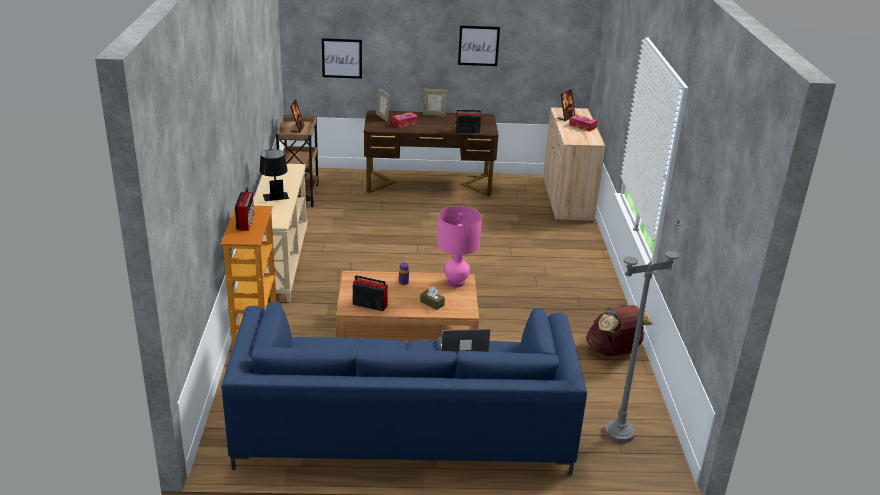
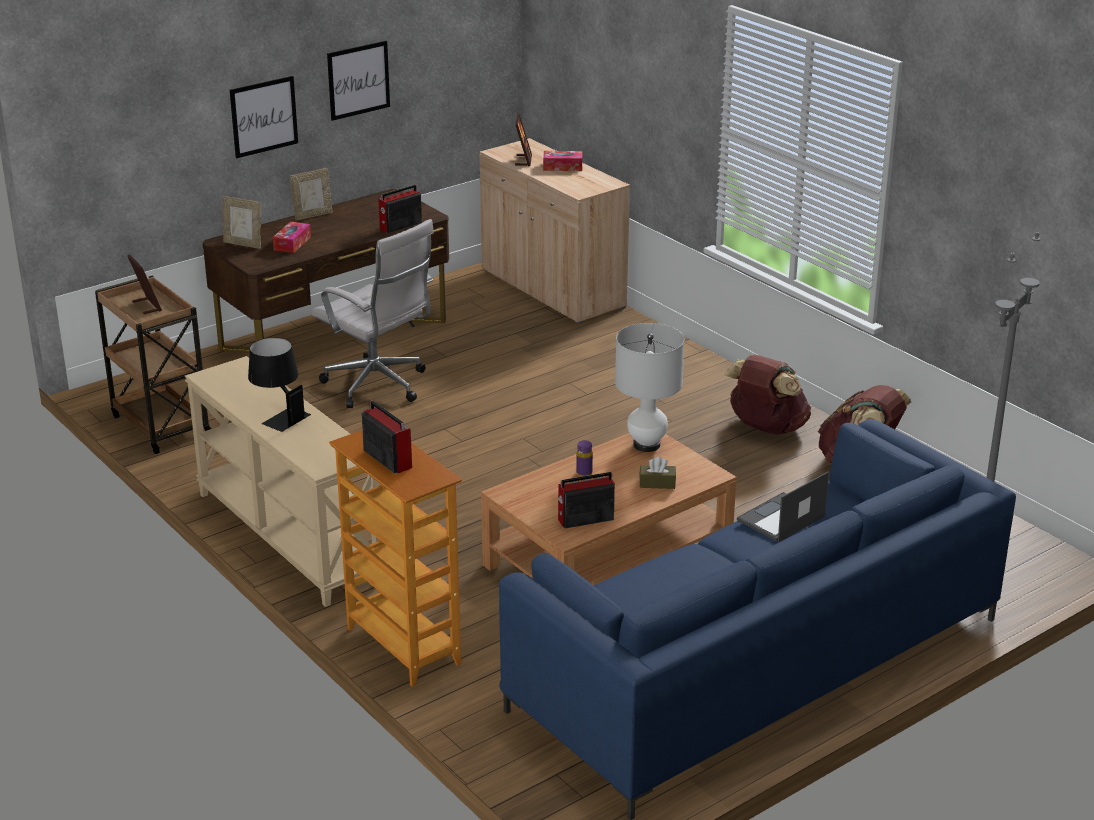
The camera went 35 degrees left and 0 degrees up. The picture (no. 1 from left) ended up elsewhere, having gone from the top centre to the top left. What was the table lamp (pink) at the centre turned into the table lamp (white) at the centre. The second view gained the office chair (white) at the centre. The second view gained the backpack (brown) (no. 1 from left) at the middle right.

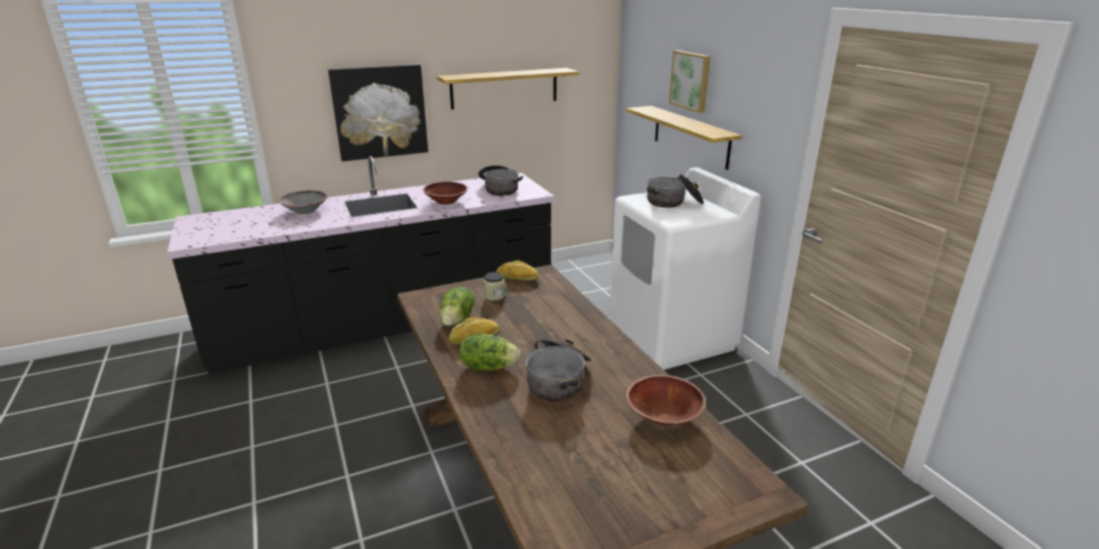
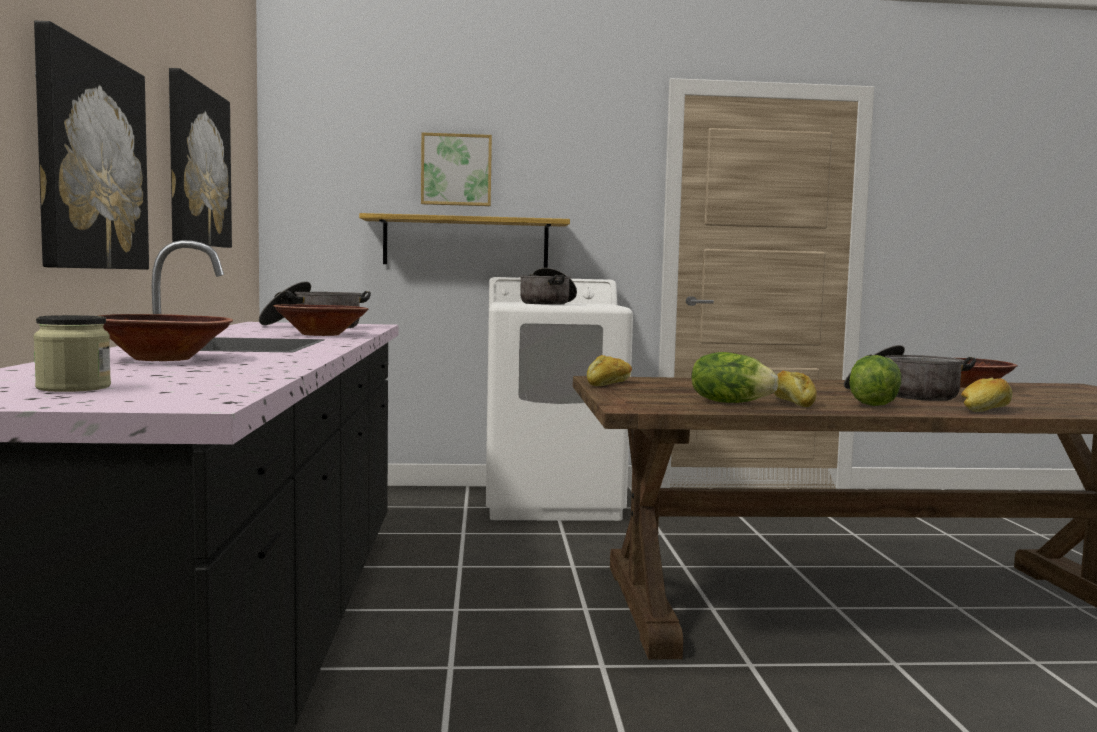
The camera went 70 degrees left and 20 degrees down. What was the bowl (grey) at the middle left turned into the bowl (brown) (no. 1 from left) at the middle left. Where the shelf (no. 1 from left) hung at the top centre, the picture (no. 2 from left) came to hang at the top left. The jar ended up elsewhere, having gone from the centre to the middle left. The second view gained the bread (no. 3 from left) at the middle right.

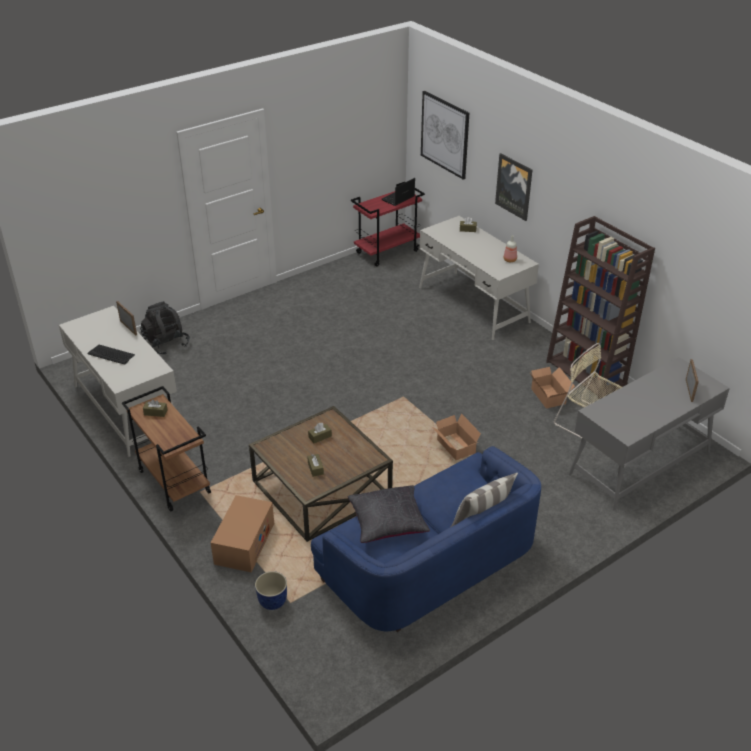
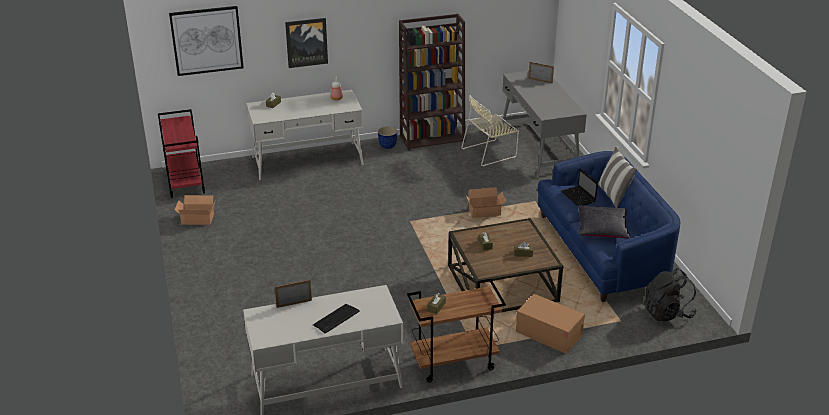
The camera went 70 degrees left and 5 degrees down. The backpack (black) ended up elsewhere, having gone from the middle left to the bottom right. The planter ended up elsewhere, having gone from the bottom centre to the top centre. The laptop ended up elsewhere, having gone from the top centre to the middle right. The cardboard box (no. 3 from left in the first image) ended up elsewhere, having gone from the middle right to the middle left.

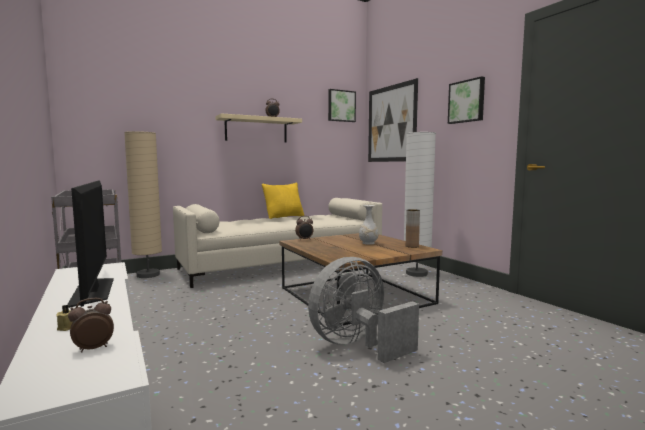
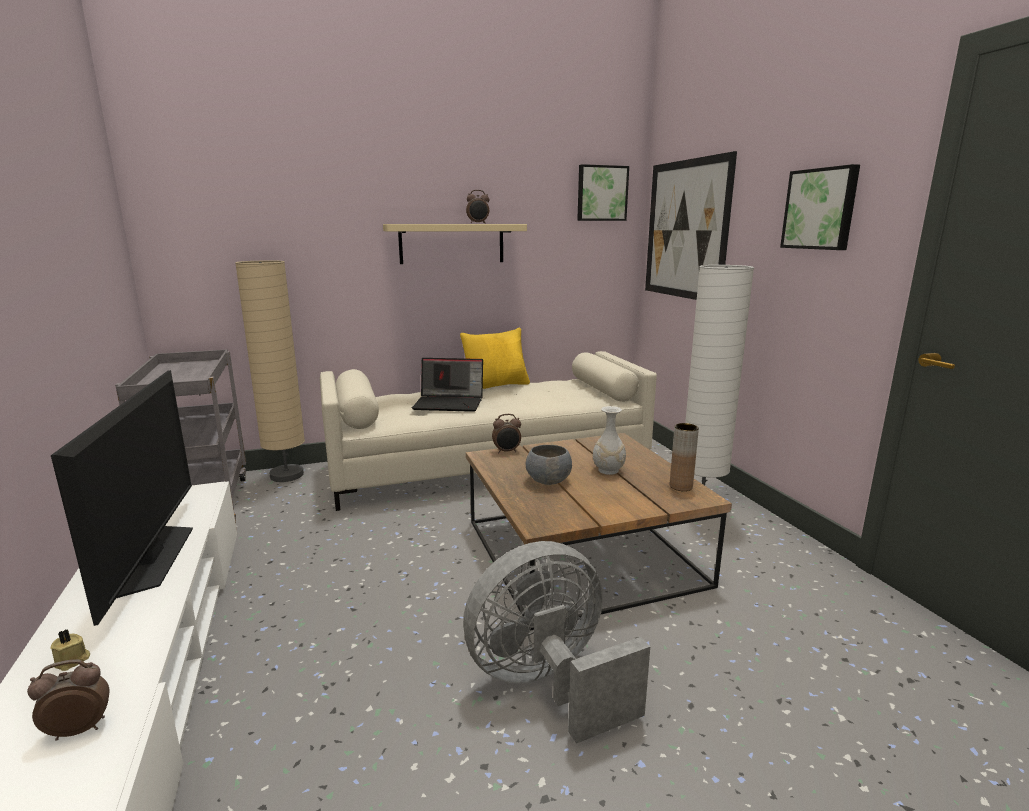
The camera went 10 degrees right and 10 degrees up. The second view gained the laptop at the centre. The second view gained the bowl (grey) at the centre.

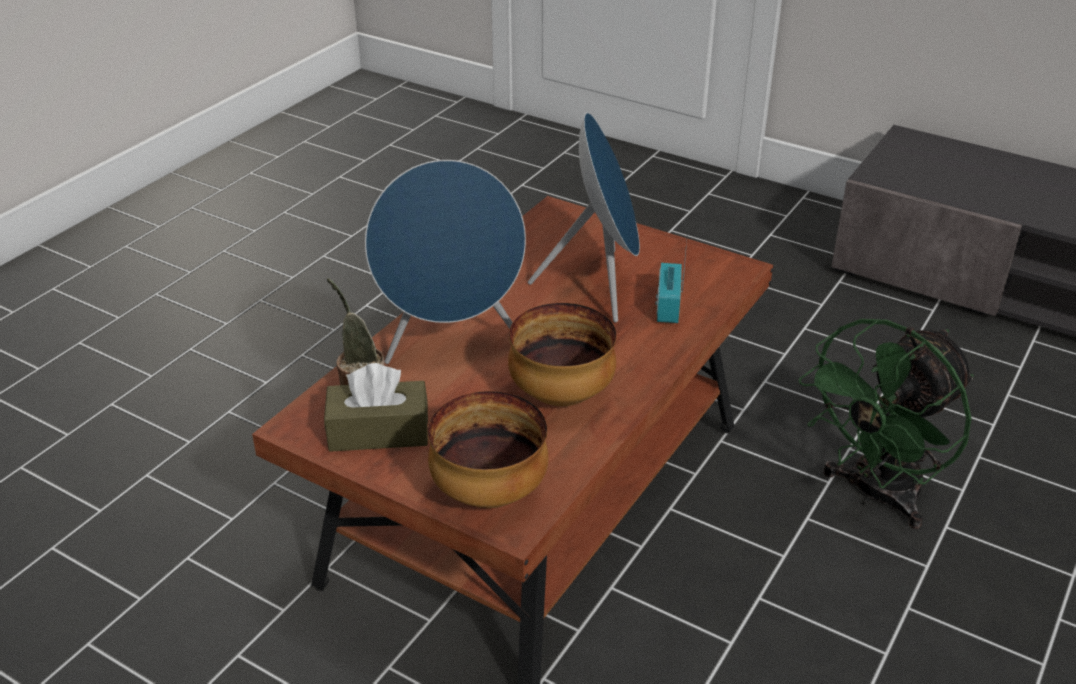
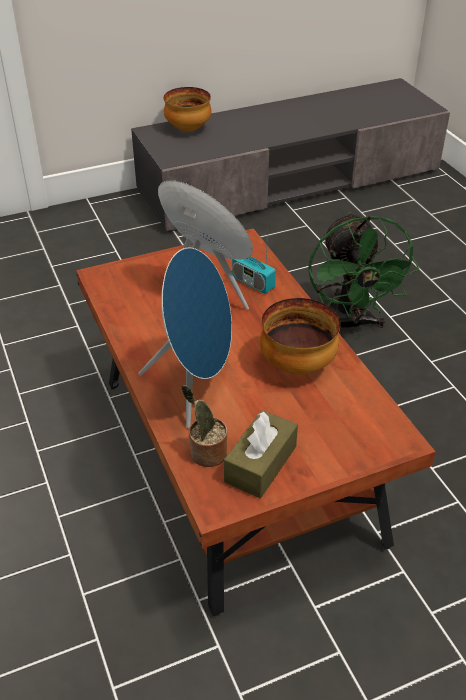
The camera went 55 degrees left and 5 degrees up. The bowl (no. 1 from left) ended up elsewhere, having gone from the centre to the top centre.

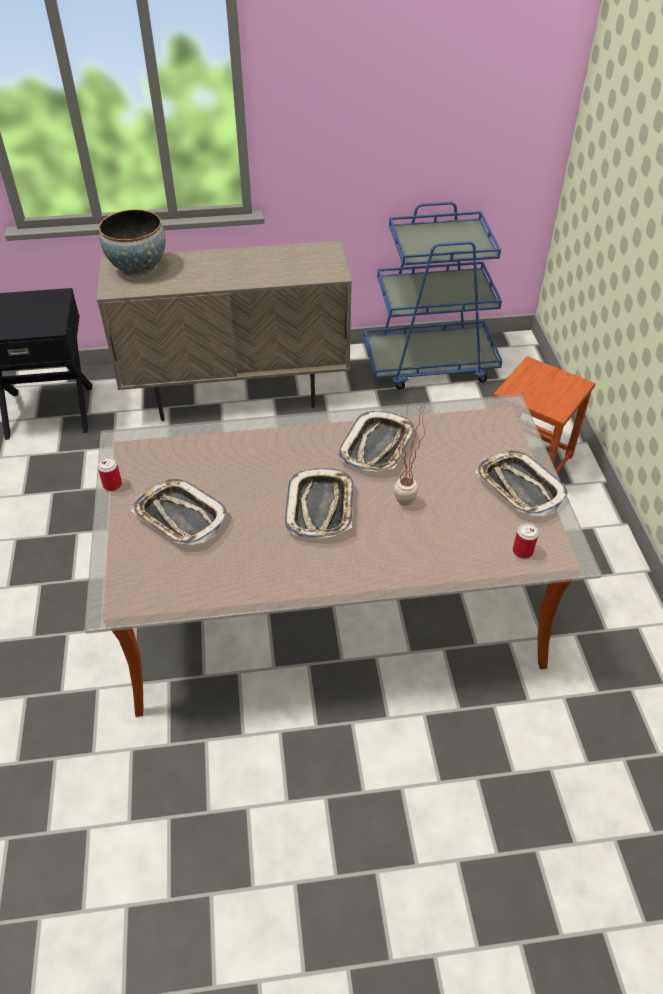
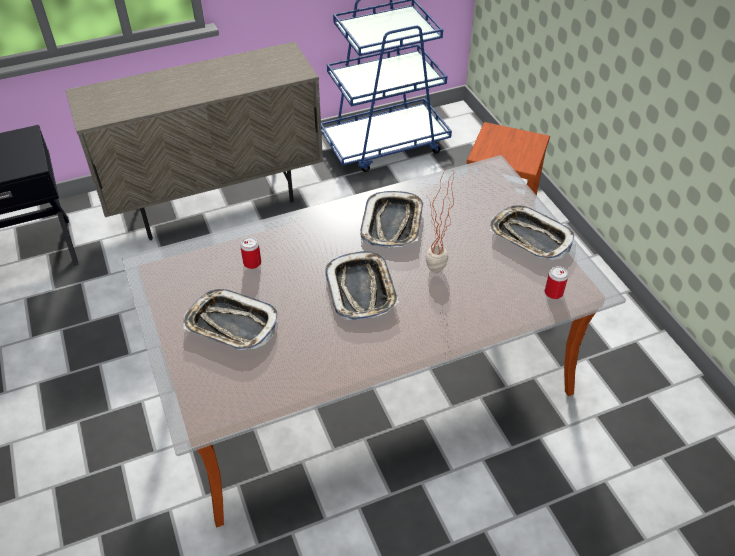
The camera went 15 degrees left and 0 degrees up. The can (no. 1 from left) ended up elsewhere, having gone from the middle left to the centre. The second view lost the bowl at the top left.

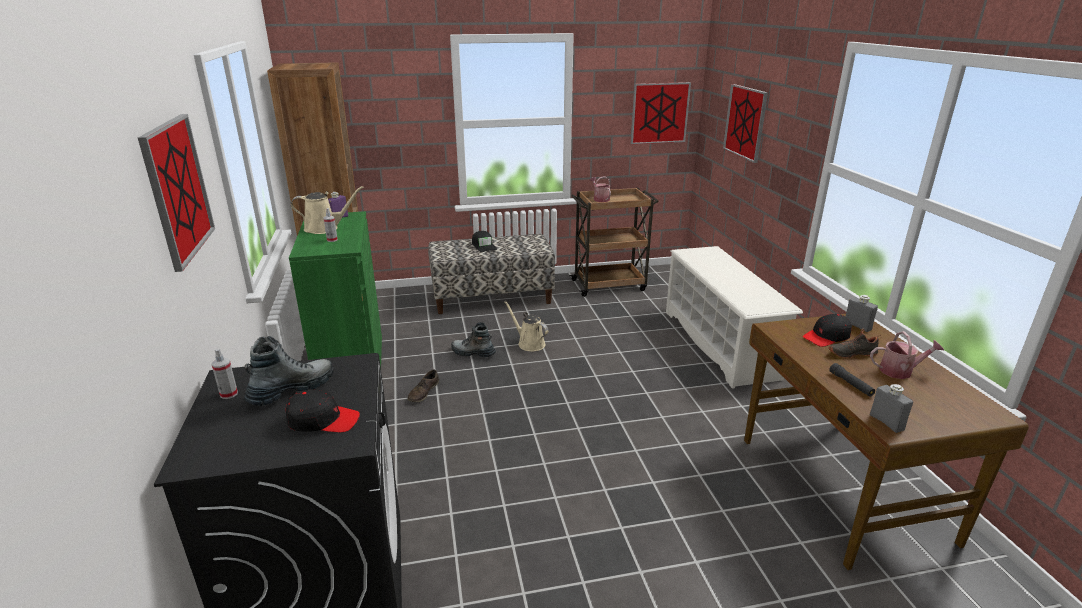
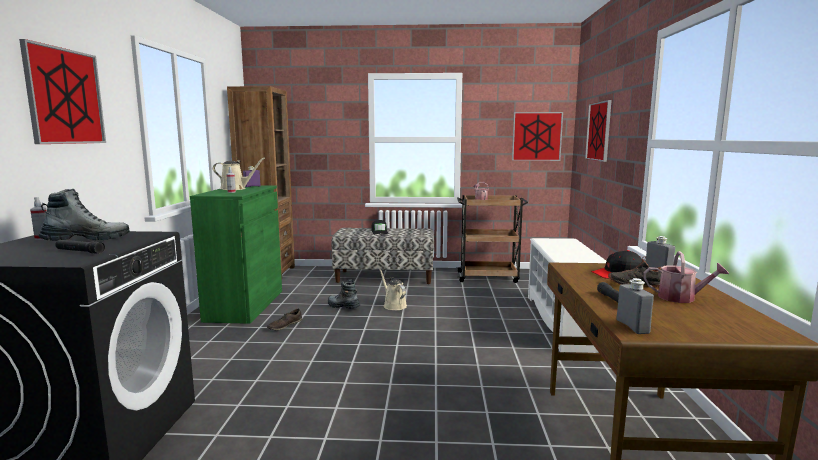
The camera went 15 degrees right and 15 degrees down. Where the cap (black) (no. 1 from left) stood at the bottom left, the flashlight (black) (no. 1 from left) came to stand at the middle left.

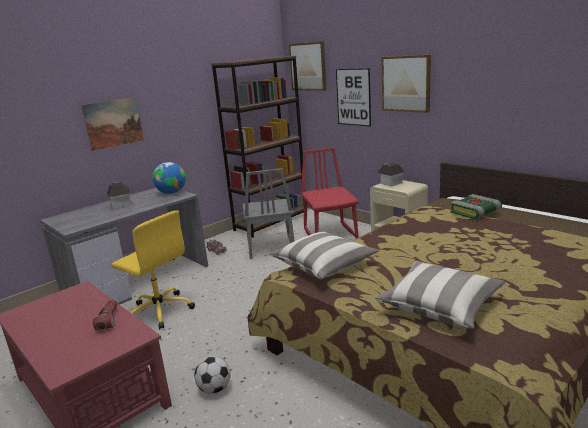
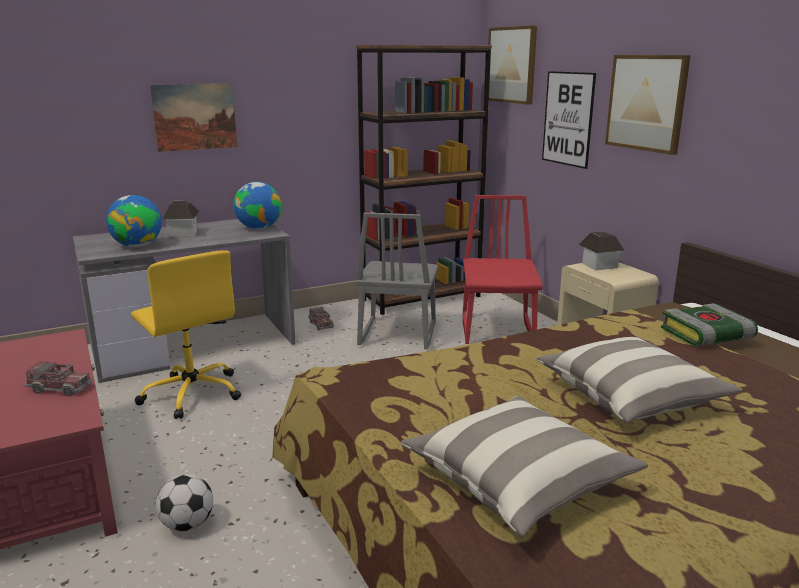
The camera went 15 degrees right and 0 degrees up. Where the flashlight stood at the bottom left, the toy truck (no. 1 from left) came to stand at the middle left. The pillow (no. 1 from left in the first image) ended up elsewhere, having gone from the centre to the middle right. The second view gained the globe (no. 1 from left) at the middle left.

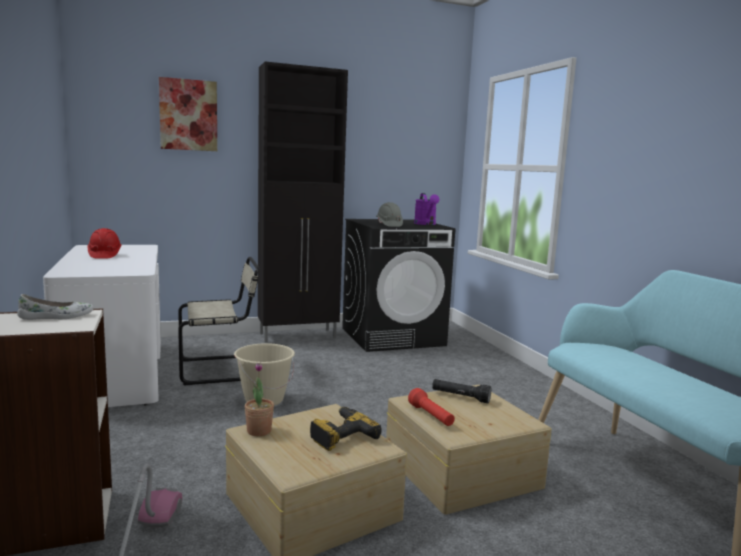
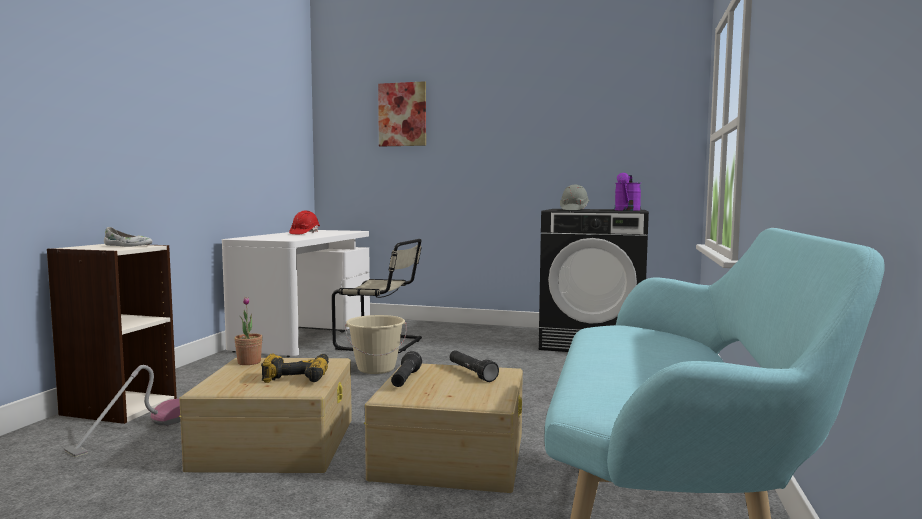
The camera went 35 degrees right and 5 degrees down. The second view lost the cabinet (black) at the centre. What was the flashlight (red) at the bottom centre turned into the flashlight (black) (no. 1 from left) at the bottom centre.

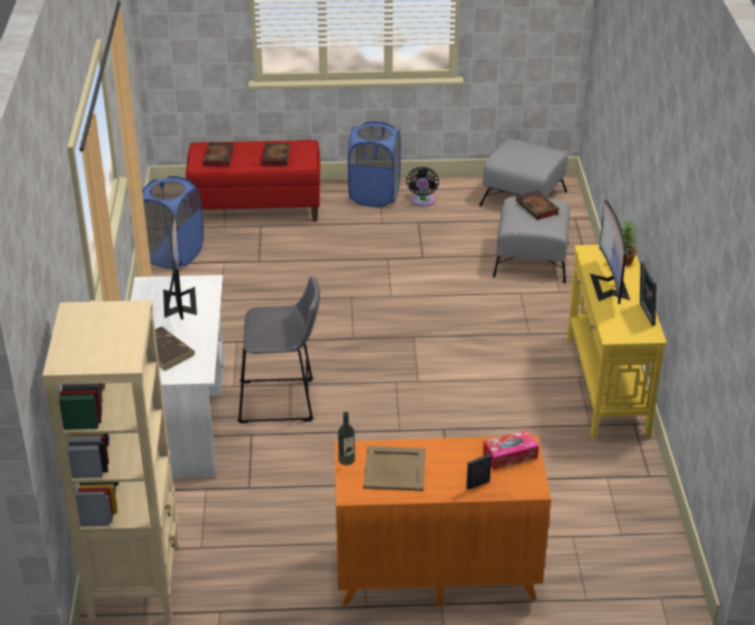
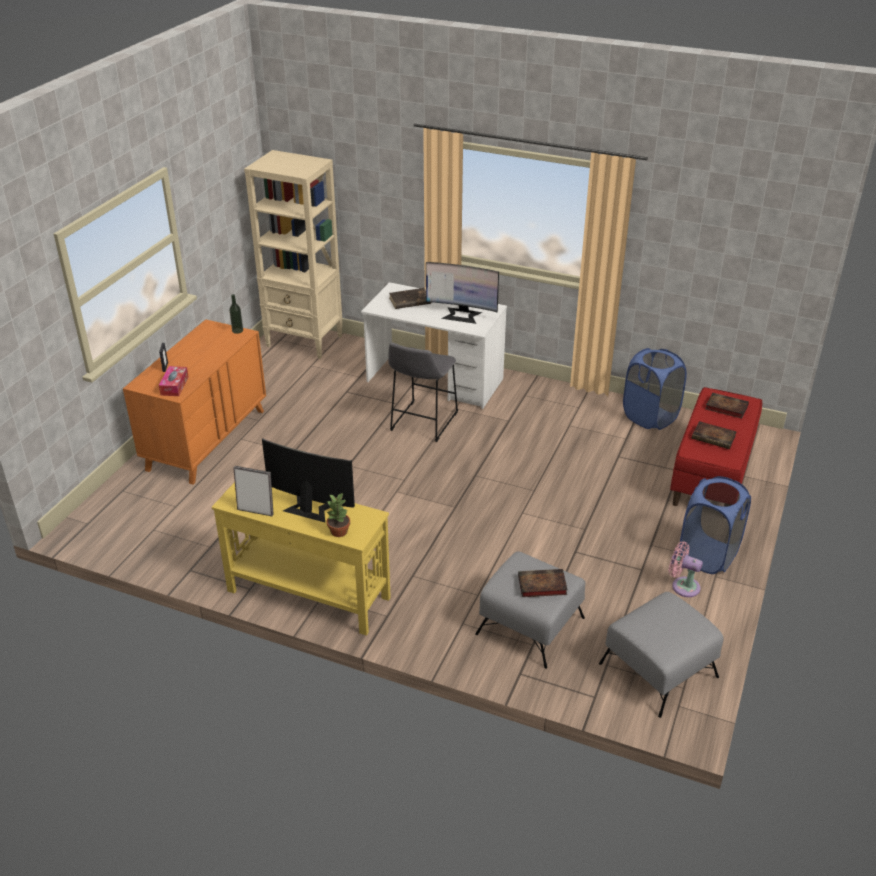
The camera went 115 degrees right and 0 degrees up. The second view lost the tray (beige) at the bottom centre. What was the fan (black) at the top centre turned into the fan (pink) at the middle right.

